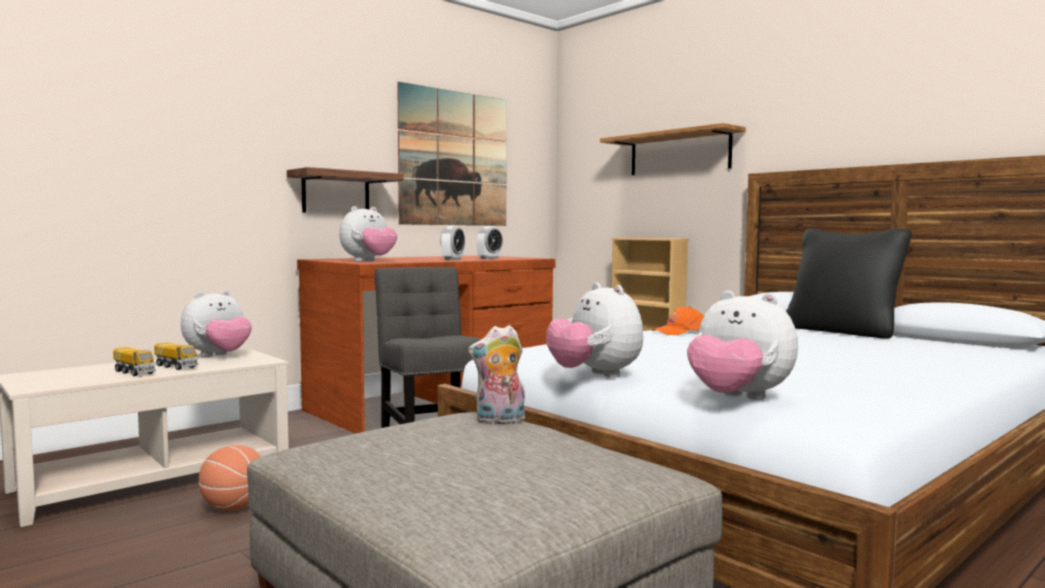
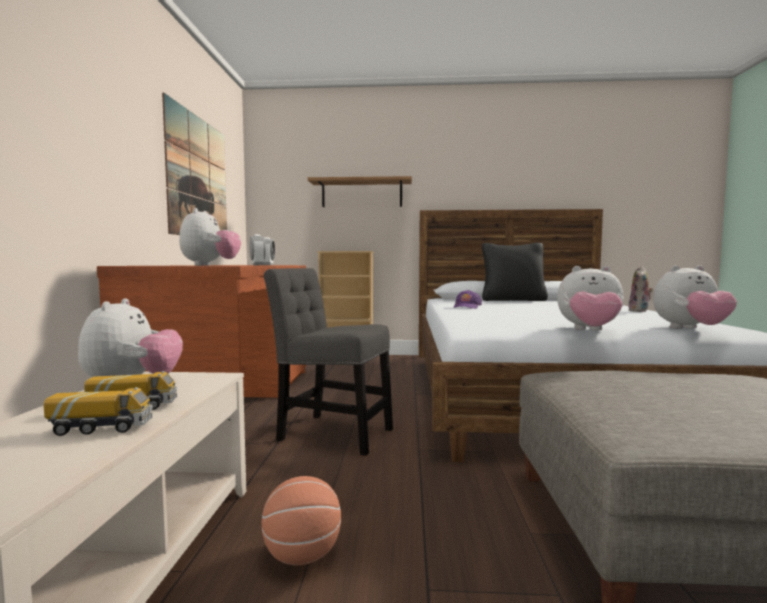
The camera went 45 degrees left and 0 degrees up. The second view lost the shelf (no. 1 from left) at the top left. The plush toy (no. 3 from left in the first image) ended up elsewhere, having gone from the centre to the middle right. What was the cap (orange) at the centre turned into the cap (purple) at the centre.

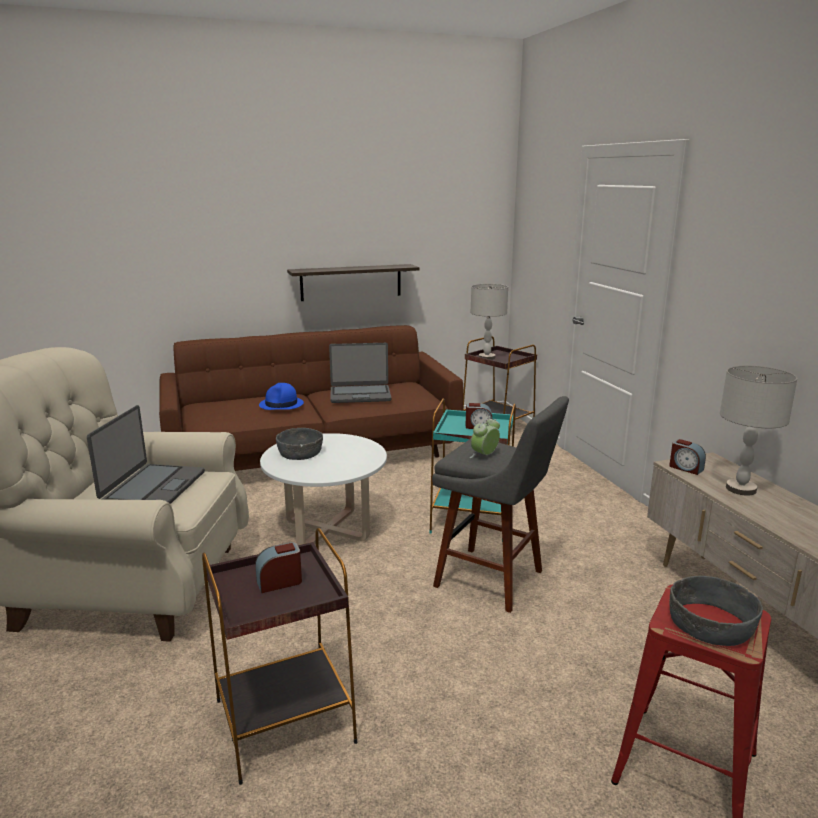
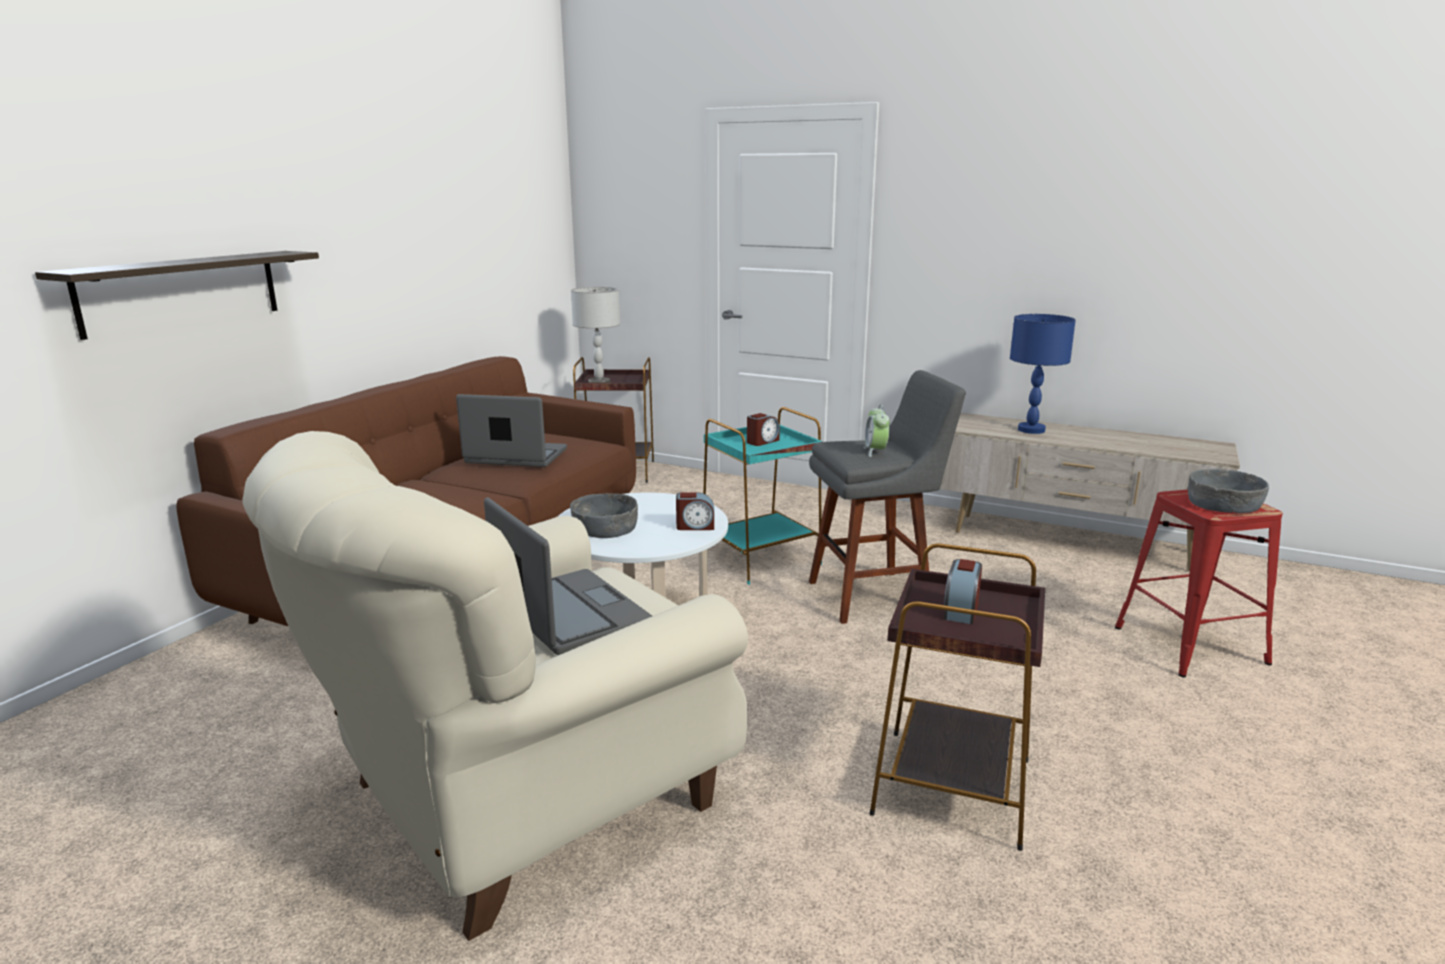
The camera went 45 degrees left and 0 degrees up. The second view lost the hat (blue) at the centre. The shelf ended up elsewhere, having gone from the centre to the top left. The laptop (no. 2 from left in the first image) at the centre ended up facing another way, 120 degrees counterclockwise from before. The alarm clock (no. 4 from left in the first image) ended up elsewhere, having gone from the middle right to the centre. What was the table lamp (grey) (no. 2 from left) at the middle right turned into the table lamp (blue) at the middle right.

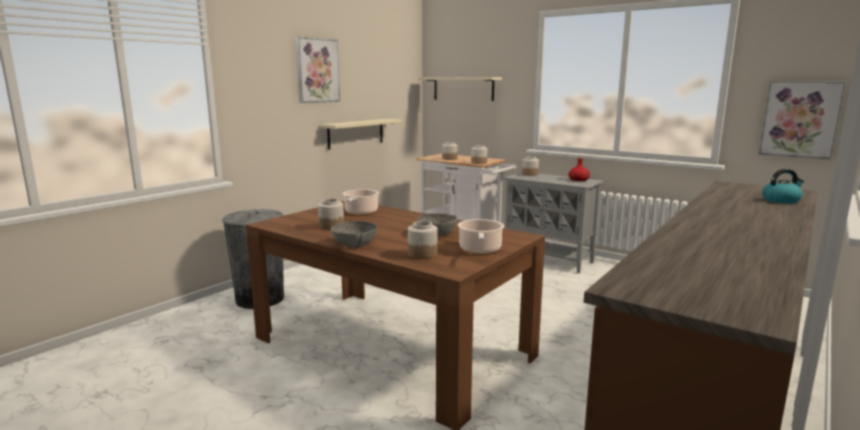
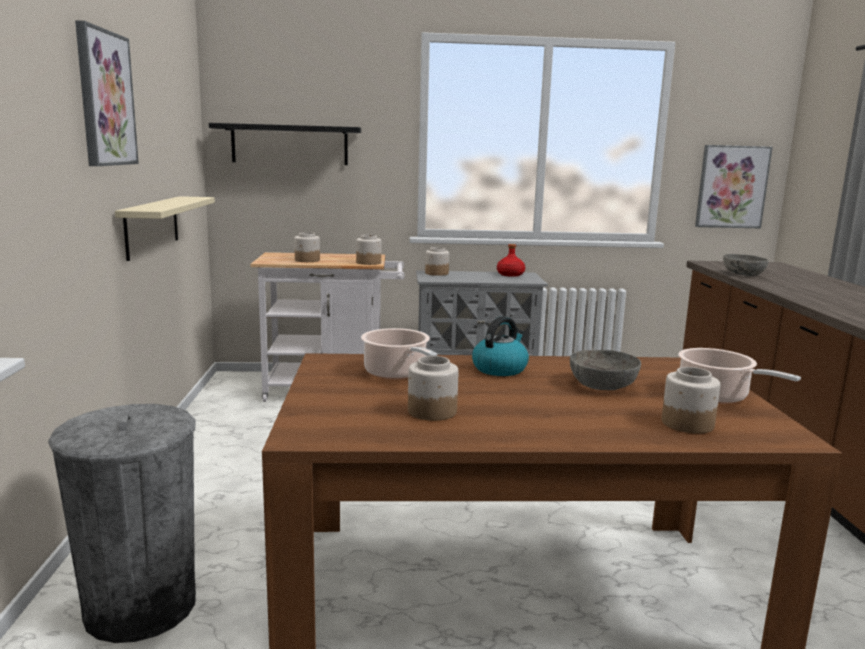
The camera went 40 degrees left and 0 degrees up. The bowl (grey) (no. 1 from left in the first image) ended up elsewhere, having gone from the centre to the middle right. What was the shelf (beige) (no. 2 from left) at the top centre turned into the shelf (black) at the top left. The kettle ended up elsewhere, having gone from the middle right to the centre.

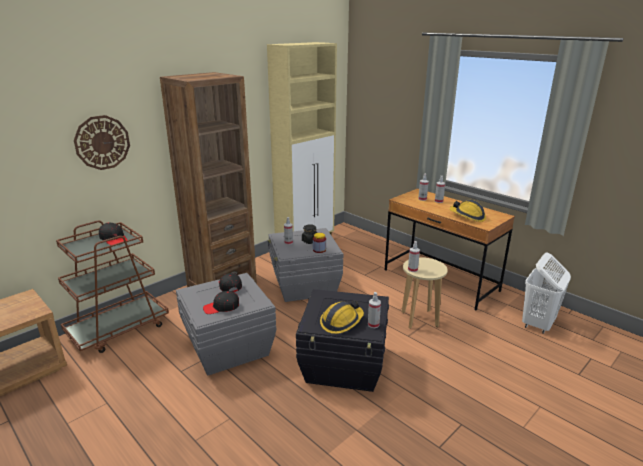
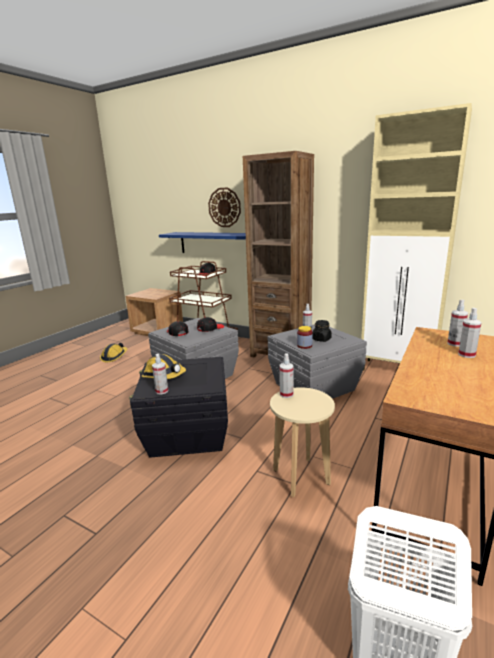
The camera went 75 degrees right and 5 degrees down. The hard hat (no. 2 from left in the first image) ended up elsewhere, having gone from the middle right to the middle left. The second view gained the shelf (blue) at the centre.

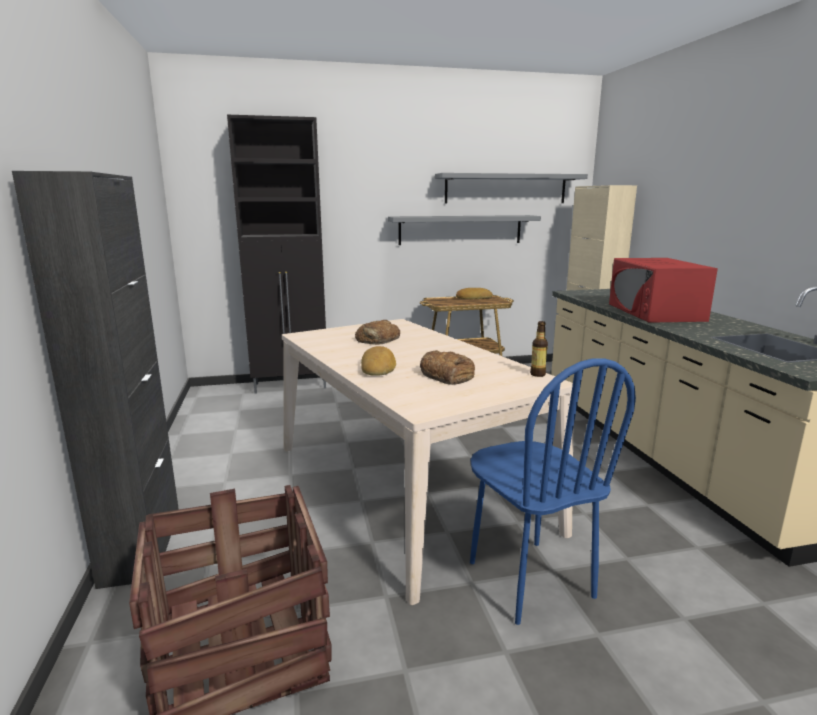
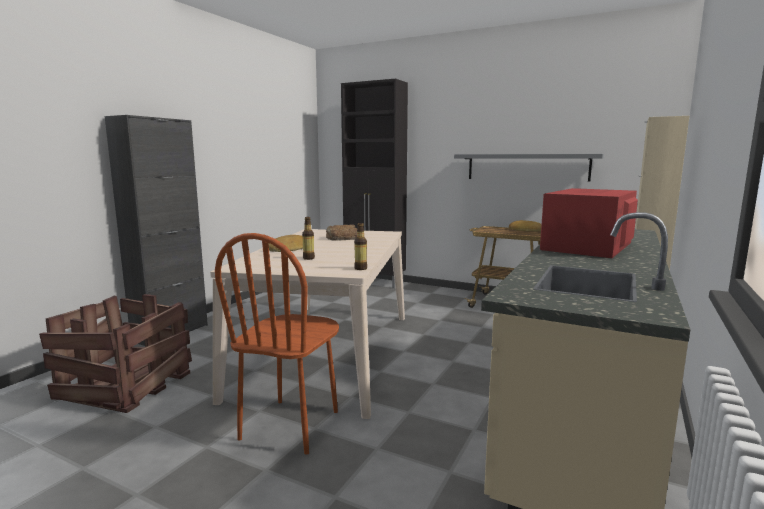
The camera went 40 degrees right and 5 degrees down. Where the bread (no. 3 from left) stood at the centre, the bottle (no. 1 from left) came to stand at the centre. The second view lost the shelf (grey) (no. 2 from left) at the top centre. What was the chair (blue) at the bottom right turned into the chair (brown) at the bottom centre.

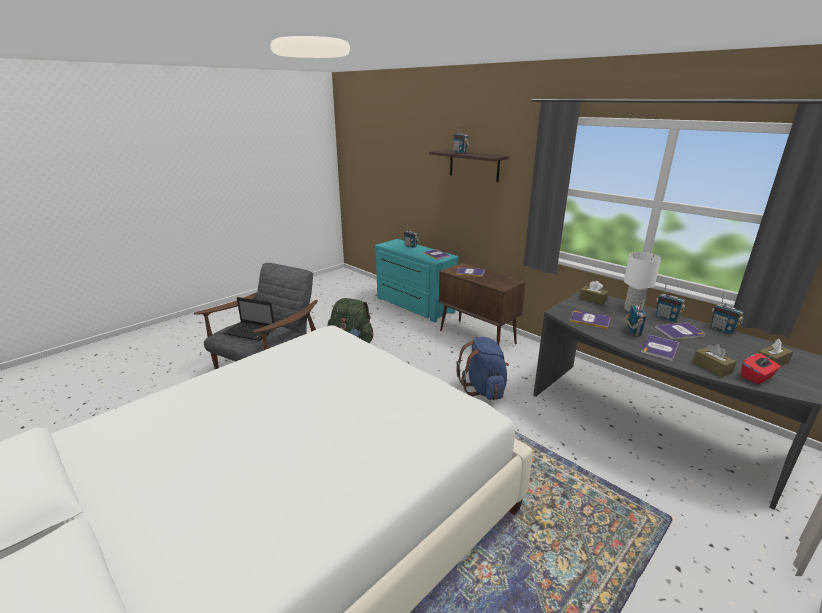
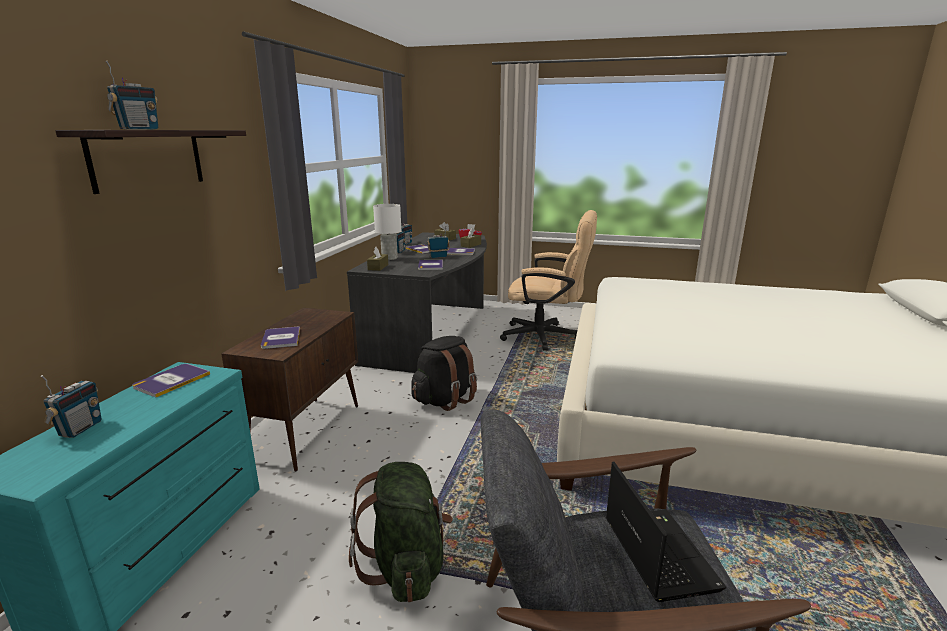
The camera went 120 degrees left and 5 degrees down. What was the backpack (blue) at the centre turned into the backpack (black) at the centre. The second view gained the office chair (beige) at the centre.

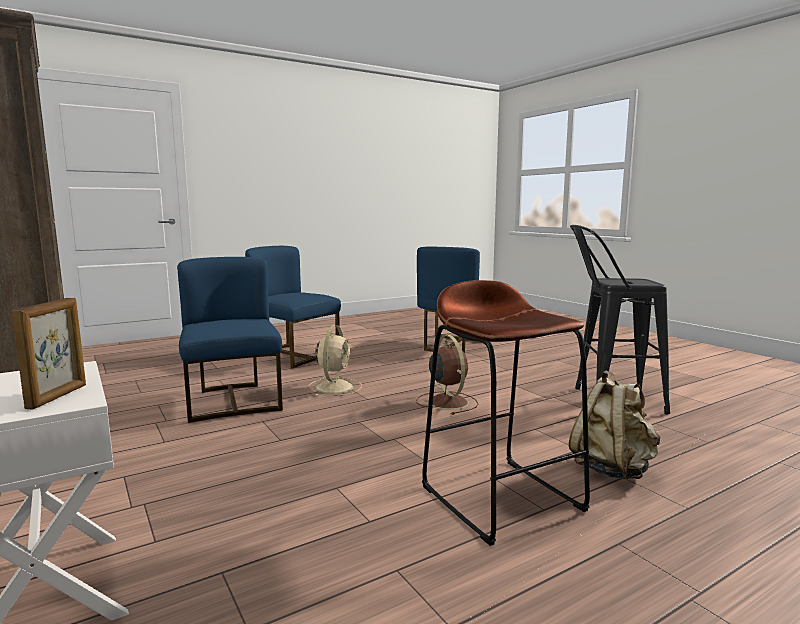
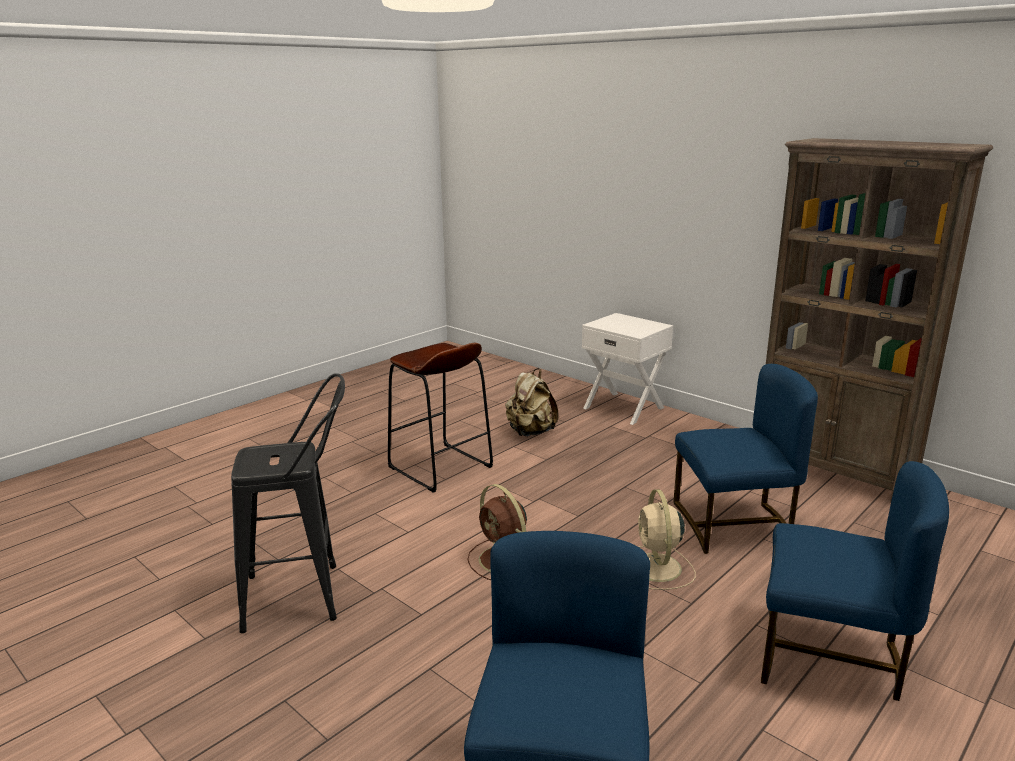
The camera went 165 degrees right and 10 degrees up. The second view lost the picture frame at the middle left. The chair (blue) (no. 1 from left in the first image) at the middle left ended up facing another way, 60 degrees counterclockwise from before. The backpack (beige) ended up elsewhere, having gone from the bottom right to the centre.

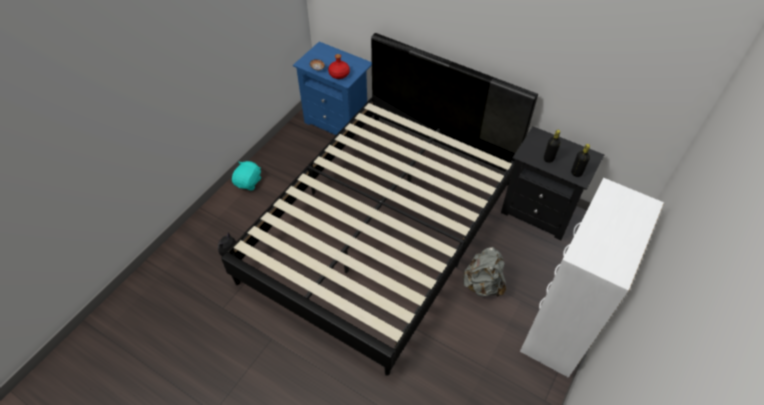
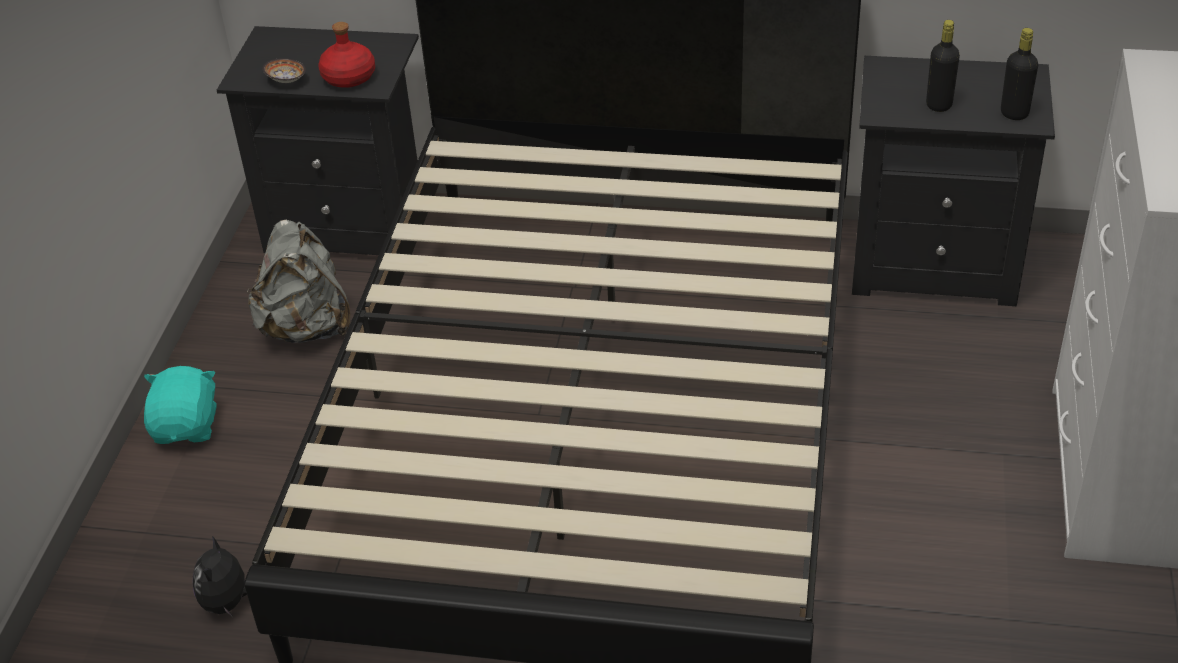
The camera went 20 degrees left and 10 degrees down. What was the nightstand (blue) at the top centre turned into the nightstand (black) (no. 1 from left) at the top left. The backpack (grey) ended up elsewhere, having gone from the bottom centre to the middle left.

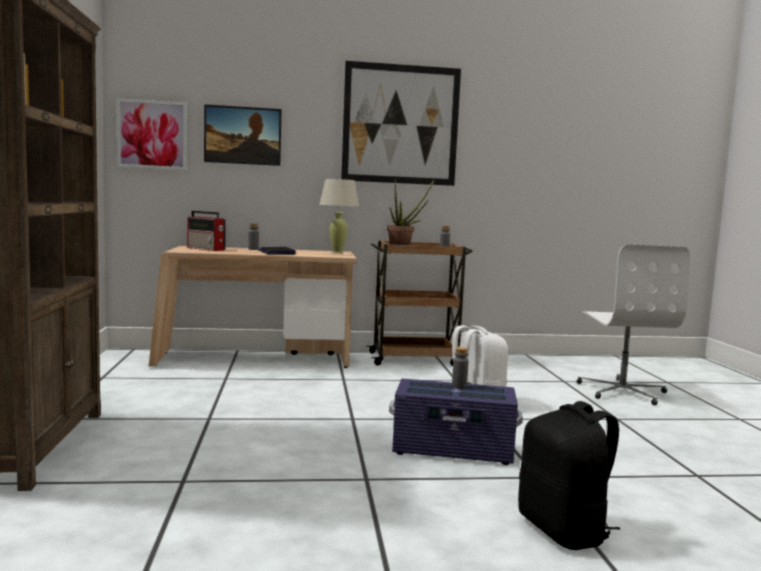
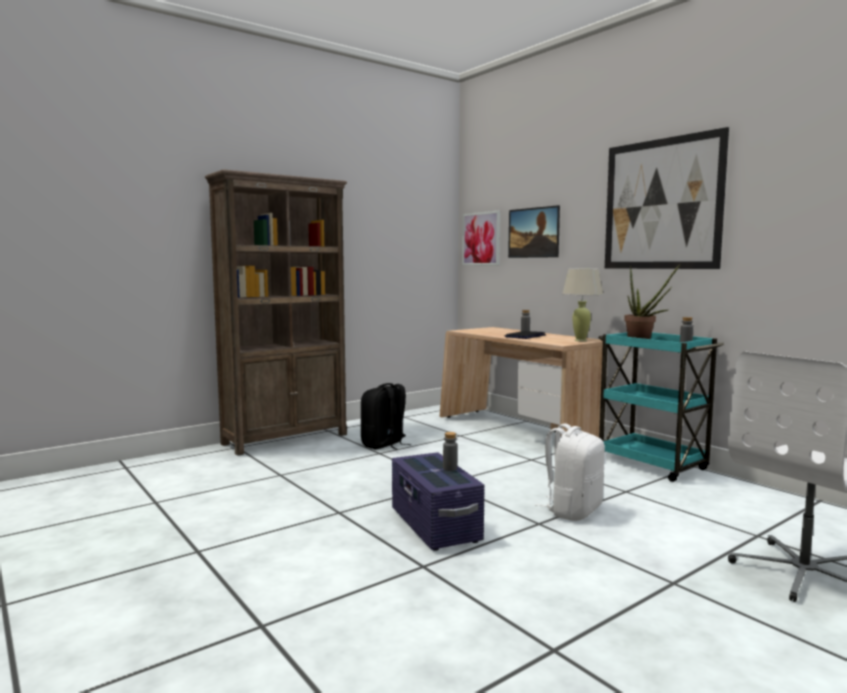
The camera went 60 degrees right and 0 degrees up. The second view lost the radio at the middle left. What was the cart (brown) at the centre turned into the cart (turquoise) at the middle right. The backpack (black) ended up elsewhere, having gone from the bottom right to the centre.

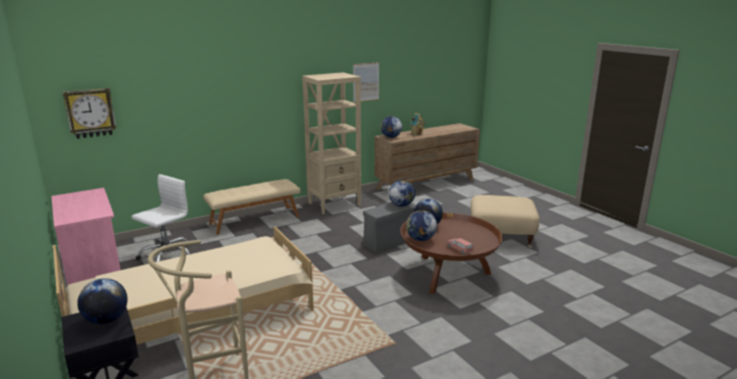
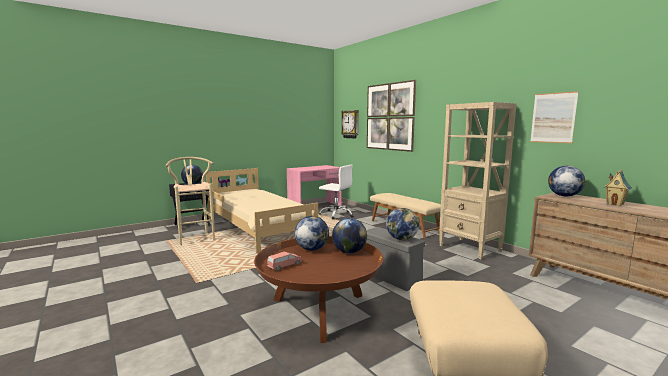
The camera went 85 degrees right and 10 degrees down. The second view gained the picture (no. 1 from left) at the top centre.

